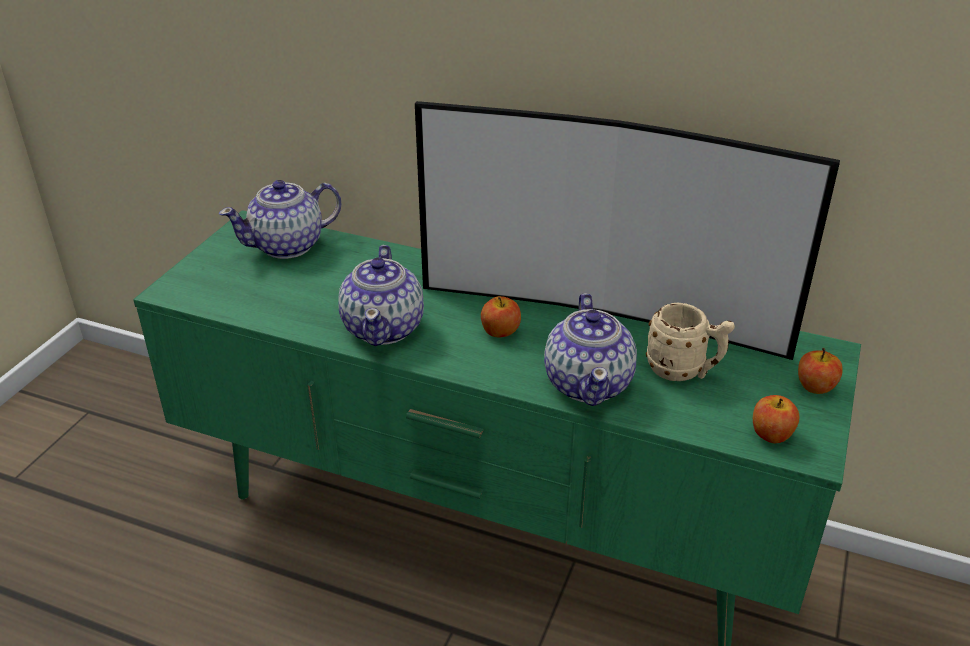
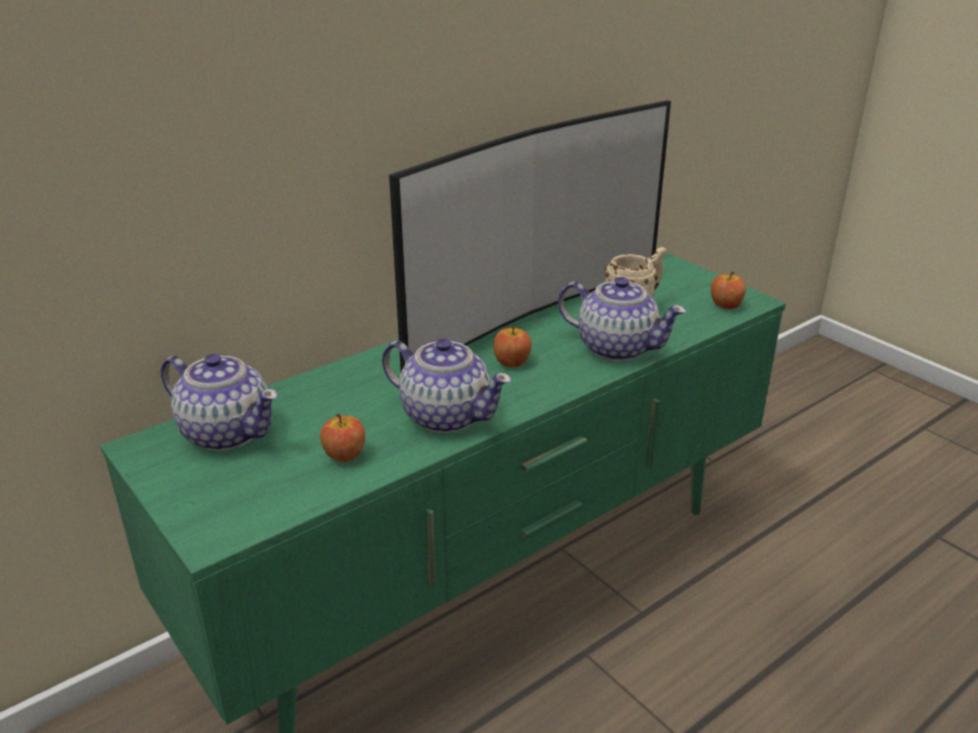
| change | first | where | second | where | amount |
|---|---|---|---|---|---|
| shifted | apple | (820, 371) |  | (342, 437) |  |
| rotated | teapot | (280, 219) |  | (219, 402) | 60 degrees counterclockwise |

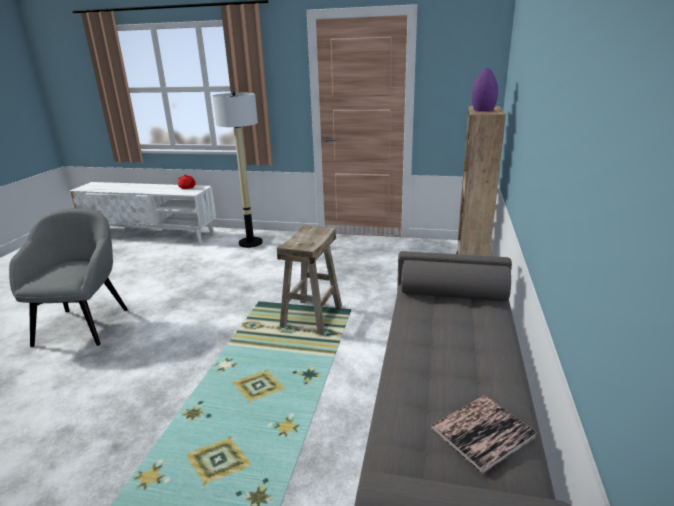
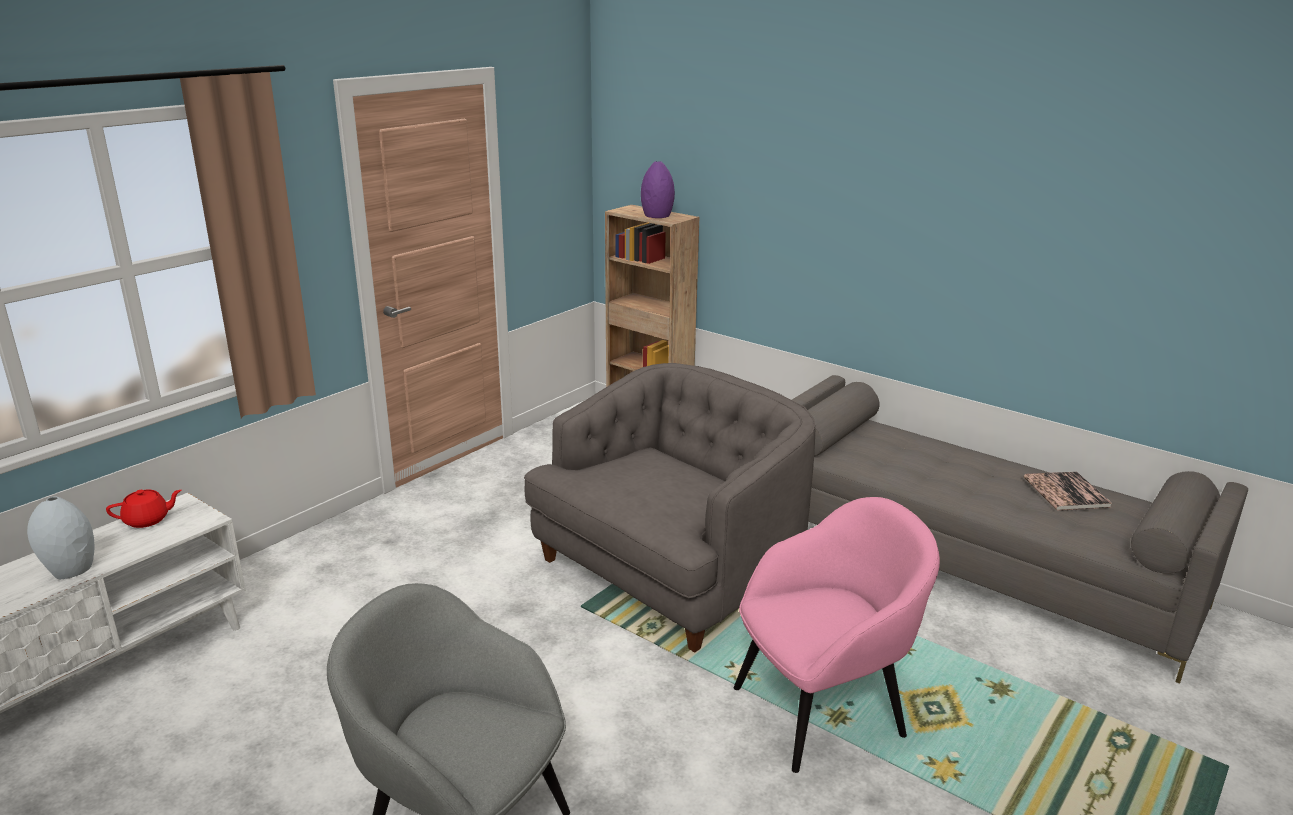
| change | first | where | second | where | amount |
|---|---|---|---|---|---|
| gone | floor_lamp | (237, 170) |  |  |  |
| new |  |  | grey_vase | (61, 537) |  |
| new |  |  | pink_armchair | (837, 635) |  |
| swapped | beige_stool | (309, 280) | grey_armchair | (669, 507) |  |

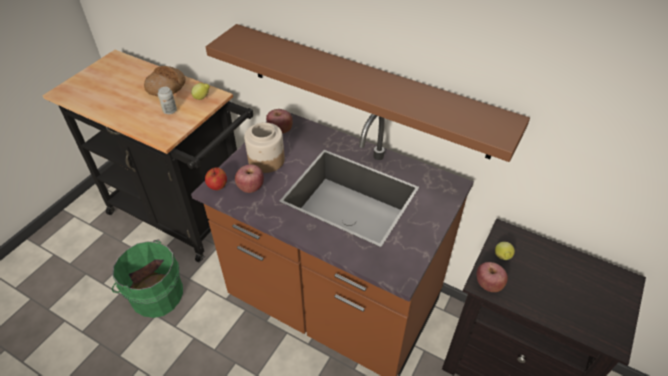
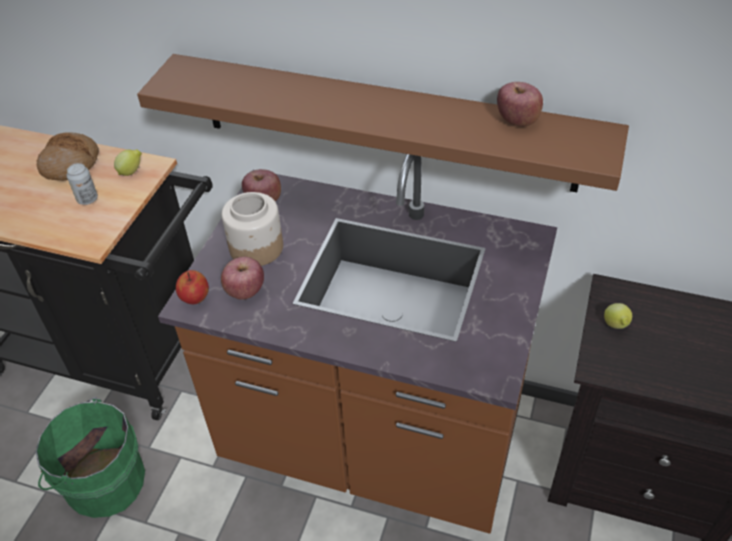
| change | first | where | second | where | amount |
|---|---|---|---|---|---|
| shifted | apple | (492, 277) |  | (520, 104) |  |

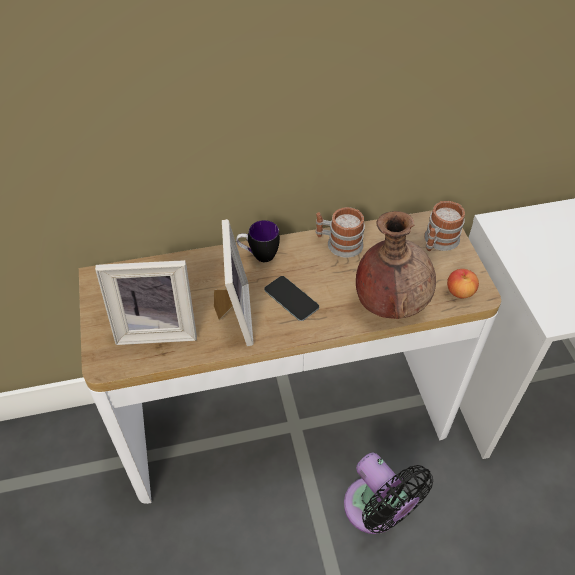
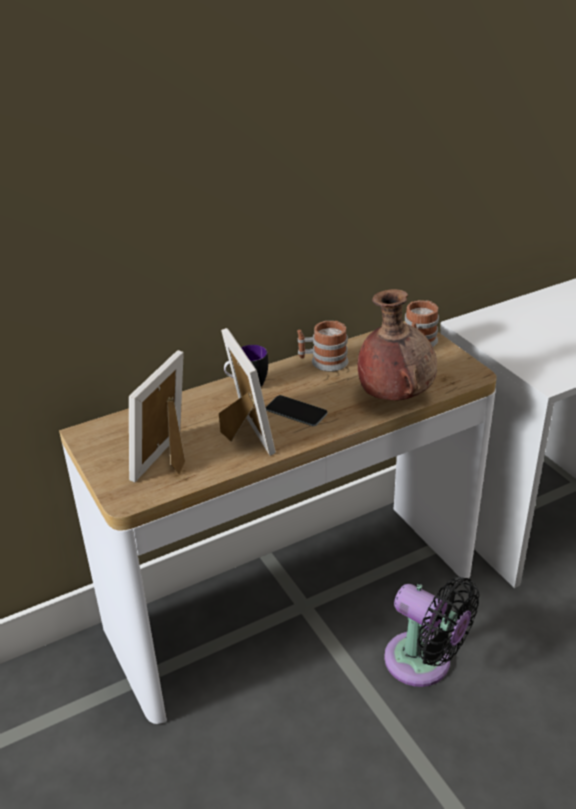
| change | first | where | second | where | amount |
|---|---|---|---|---|---|
| gone | apple | (463, 283) |  |  |  |
| rotated | picture_frame | (146, 302) |  | (157, 416) | 135 degrees clockwise |

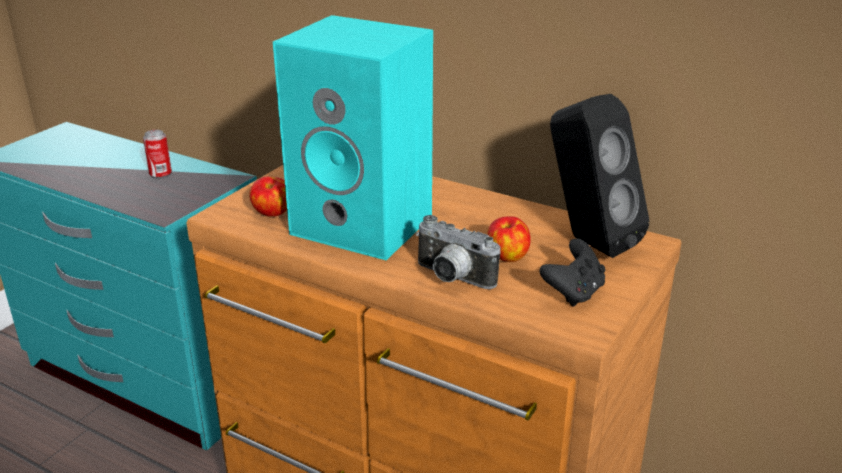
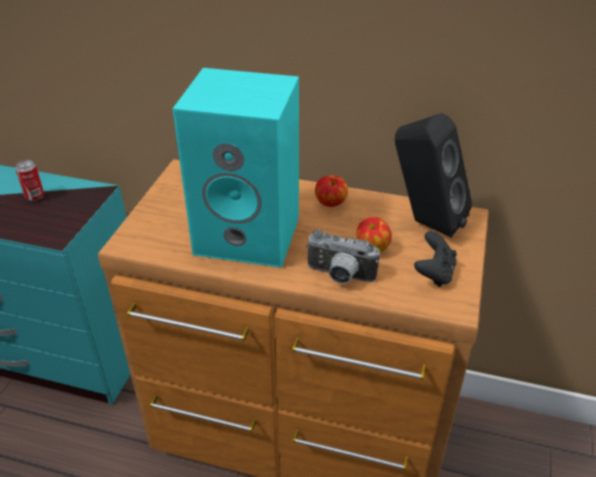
| change | first | where | second | where | amount |
|---|---|---|---|---|---|
| shifted | apple | (268, 197) |  | (331, 191) |  |

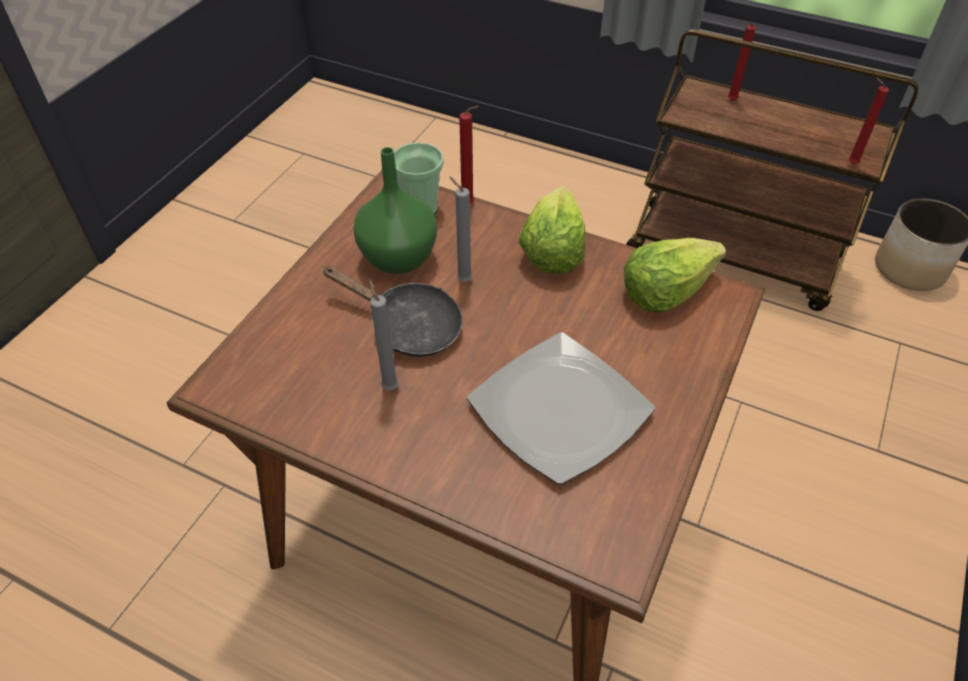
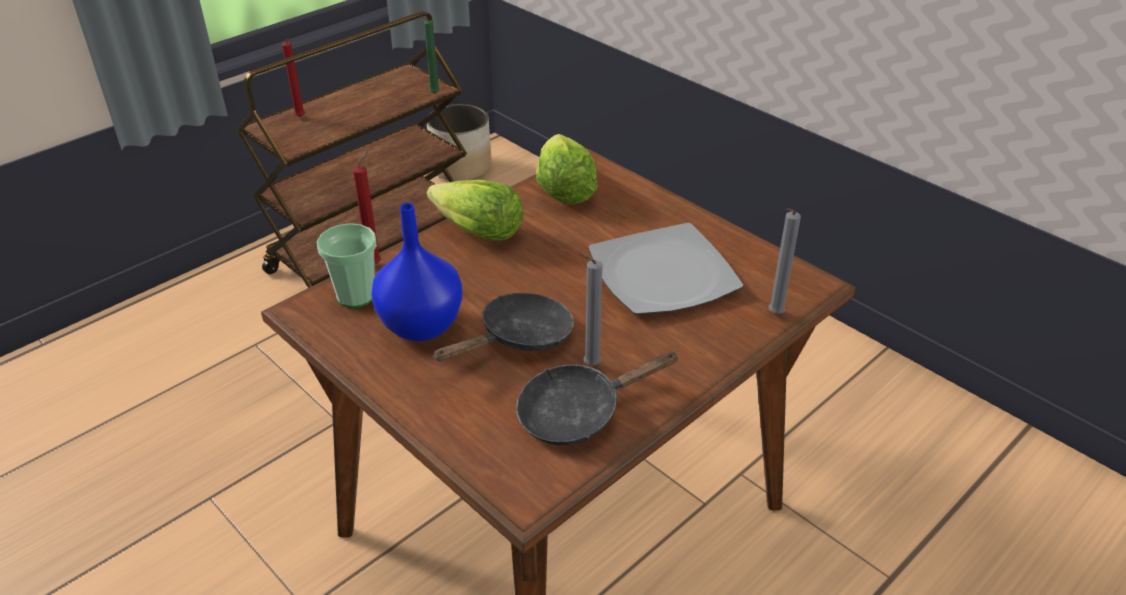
| change | first | where | second | where | amount |
|---|---|---|---|---|---|
| new |  |  | black_frying_pan | (597, 398) |  |
| shifted | grey_candle | (461, 229) |  | (785, 261) |  |
| repainted | green_vase | (395, 210) | blue_vase | (417, 272) |  |
| repainted | red_candle | (868, 121) | green_candle | (430, 55) |  |

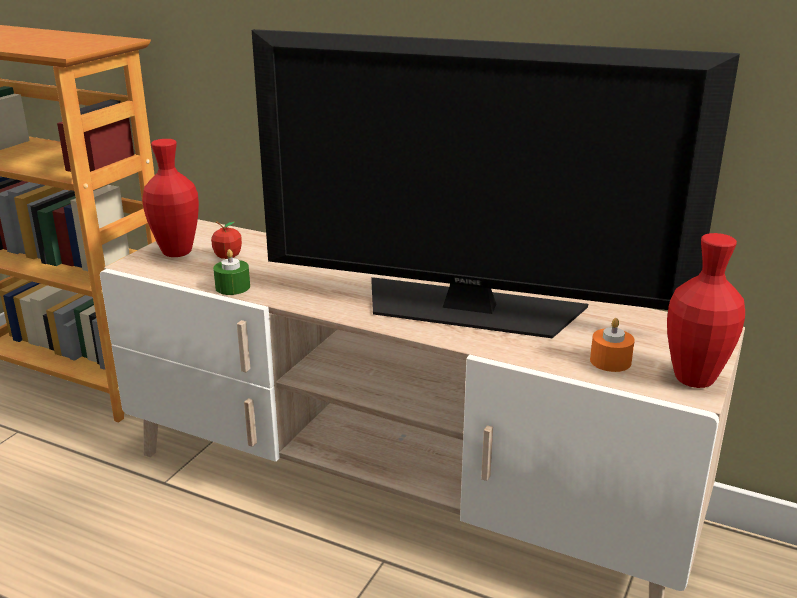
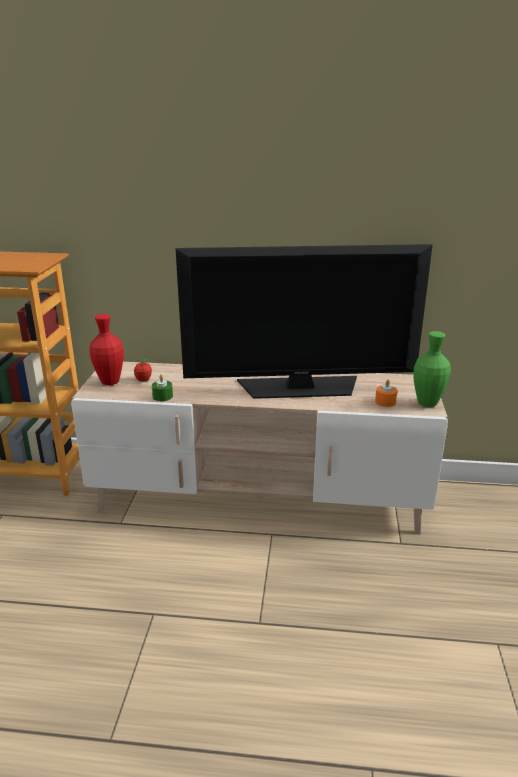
| change | first | where | second | where | amount |
|---|---|---|---|---|---|
| repainted | red_vase | (706, 310) | green_vase | (432, 369) |  |

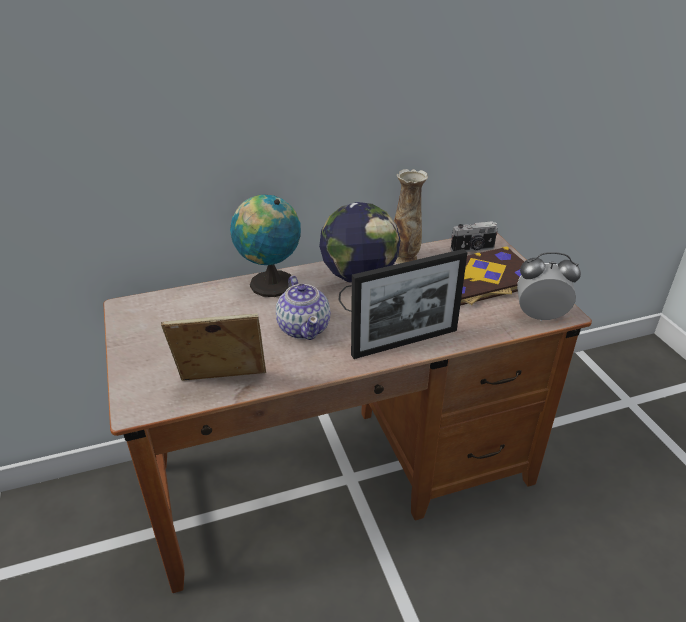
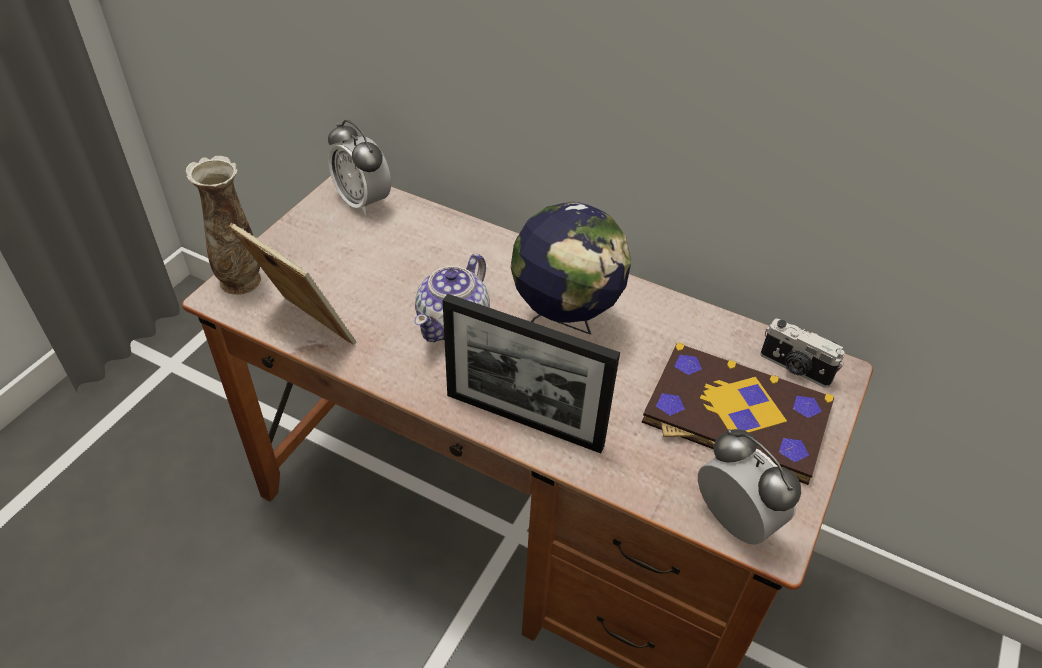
| change | first | where | second | where | amount |
|---|---|---|---|---|---|
| gone | globe | (265, 246) |  |  |  |
| new |  |  | alarm_clock | (359, 168) |  |
| shifted | vase | (411, 216) |  | (223, 225) |  |

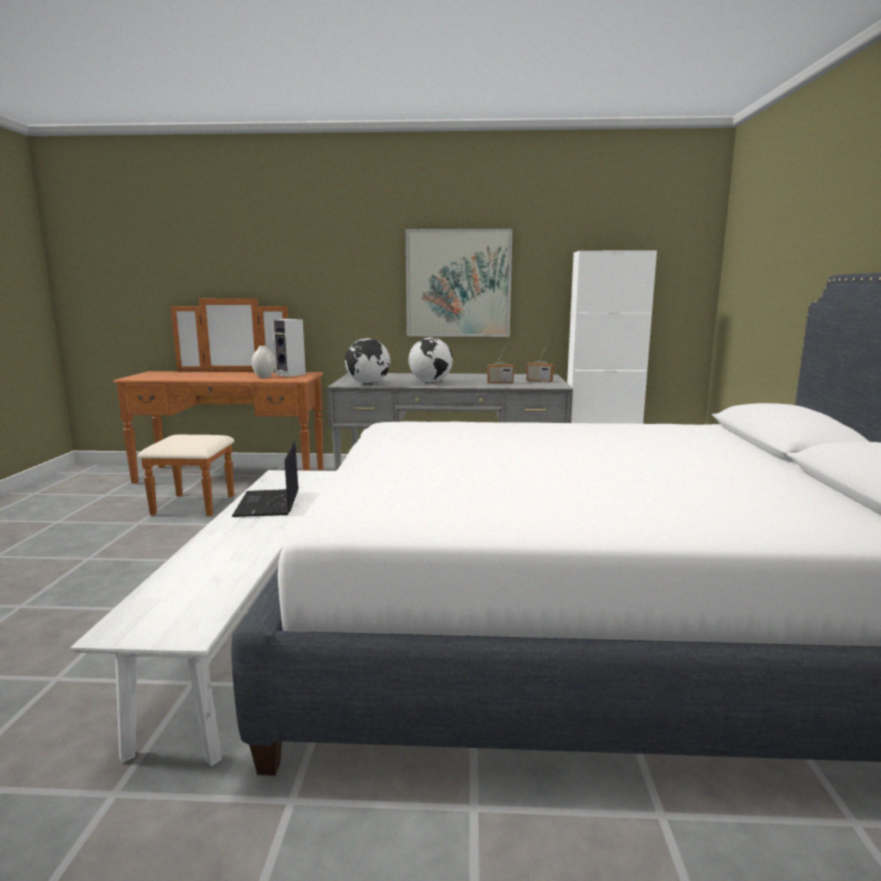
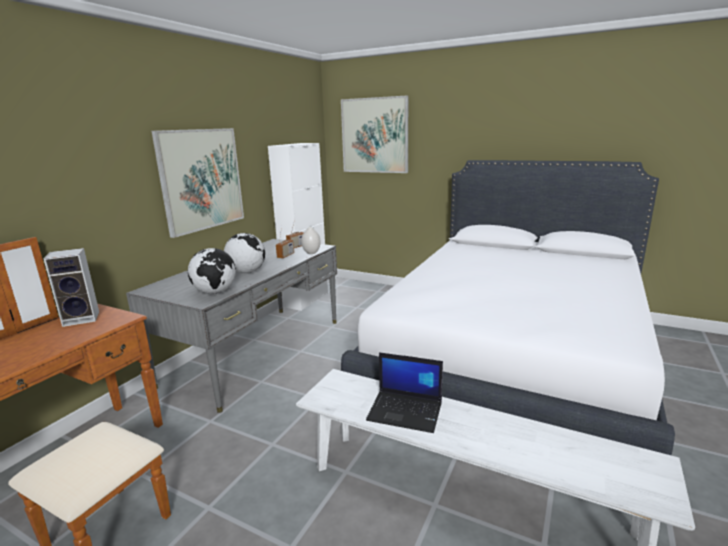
| change | first | where | second | where | amount |
|---|---|---|---|---|---|
| new |  |  | picture | (374, 134) |  |
| shifted | white_vase | (263, 362) |  | (311, 240) |  |

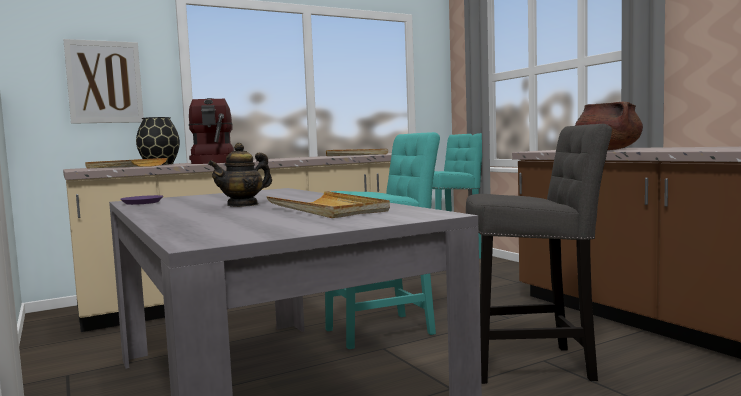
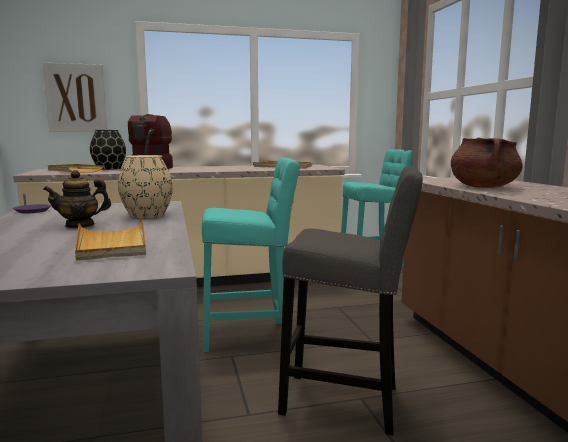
| change | first | where | second | where | amount |
|---|---|---|---|---|---|
| new |  |  | beige_vase | (145, 186) |  |

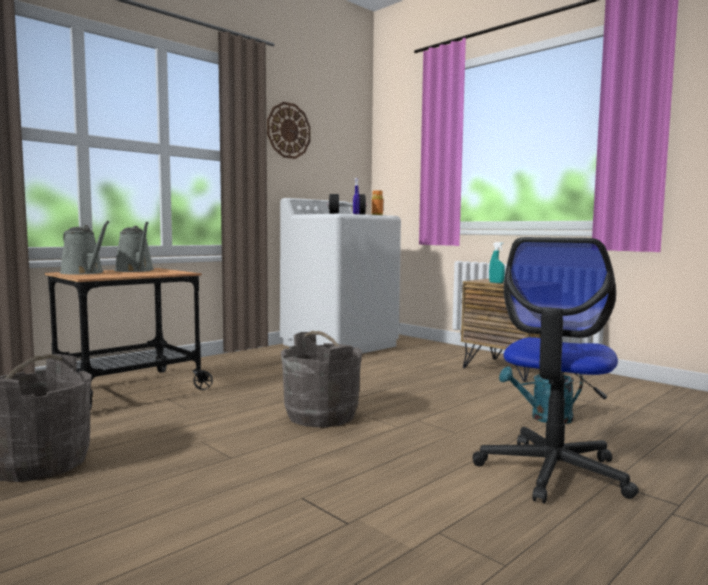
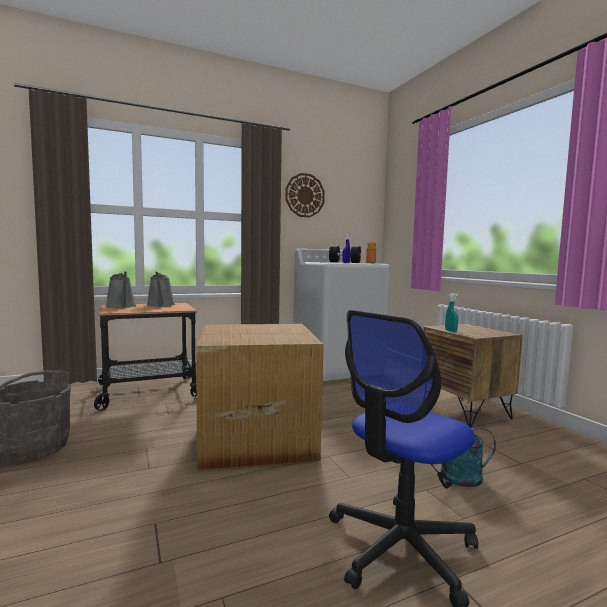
| change | first | where | second | where | amount |
|---|---|---|---|---|---|
| swapped | grey_bucket | (321, 379) | cardboard_box | (260, 397) |  |

